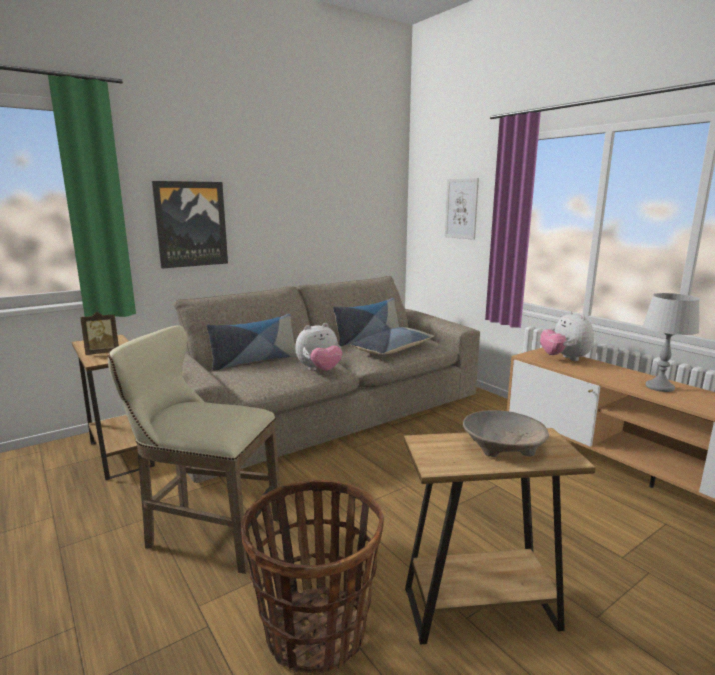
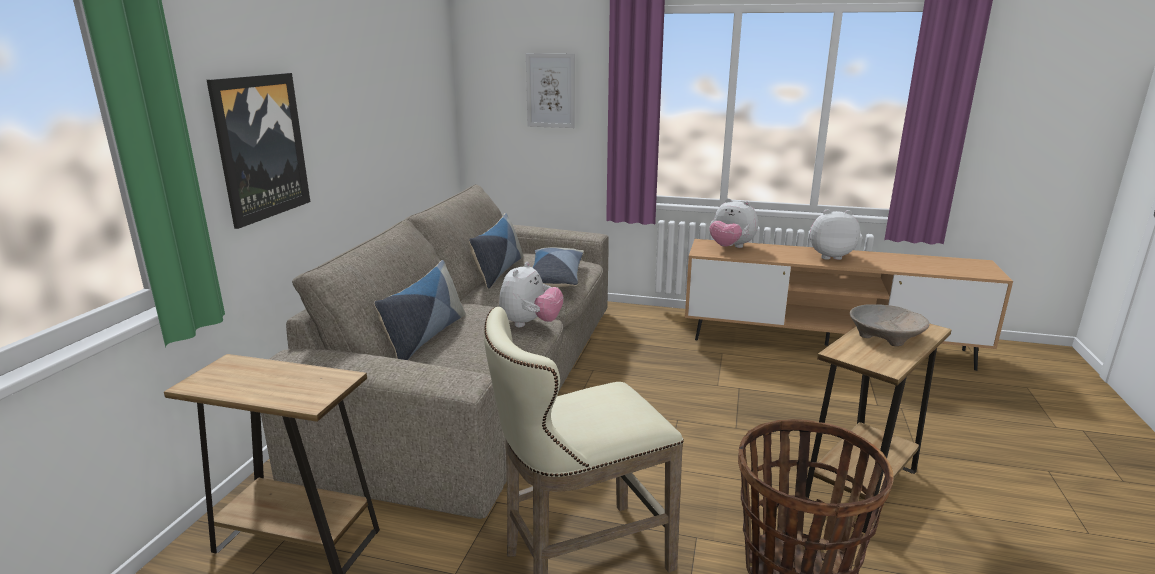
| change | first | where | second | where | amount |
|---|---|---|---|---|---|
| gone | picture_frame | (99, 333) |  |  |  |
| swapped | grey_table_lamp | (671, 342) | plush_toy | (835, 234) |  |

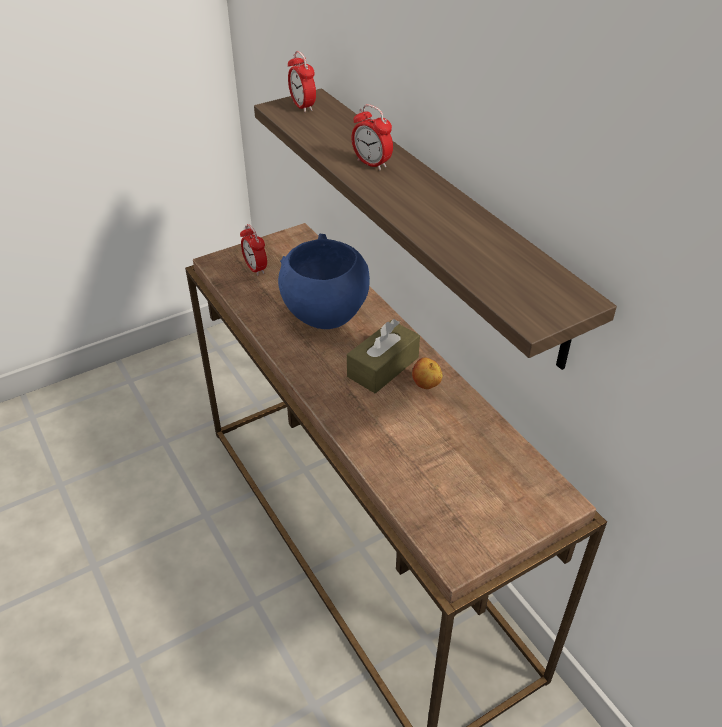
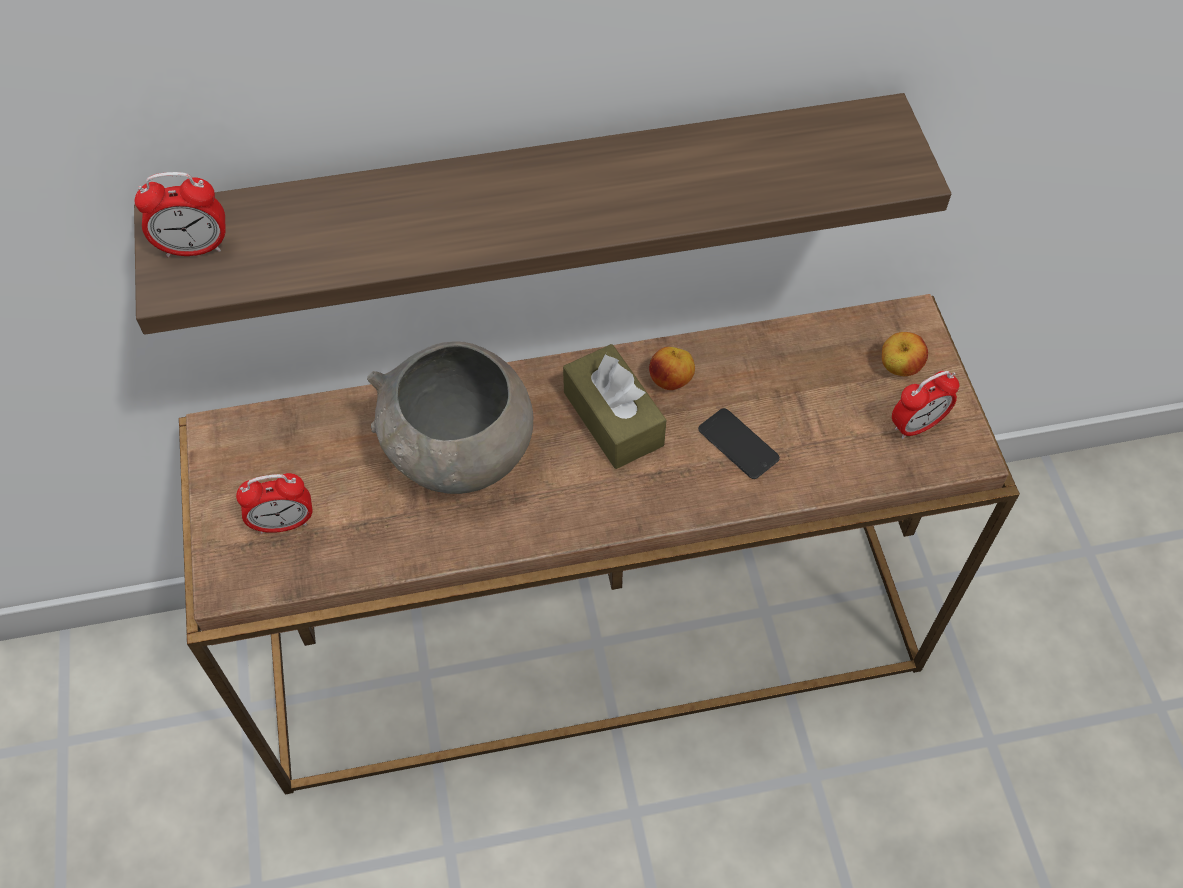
| change | first | where | second | where | amount |
|---|---|---|---|---|---|
| new |  |  | phone | (739, 443) |  |
| new |  |  | apple | (905, 354) |  |
| shifted | alarm_clock | (372, 137) |  | (925, 405) |  |
| repainted | blue_bowl | (324, 281) | grey_bowl | (450, 417) |  |

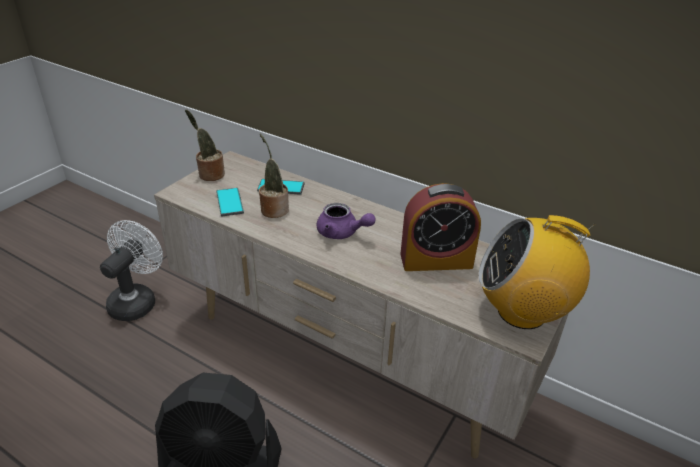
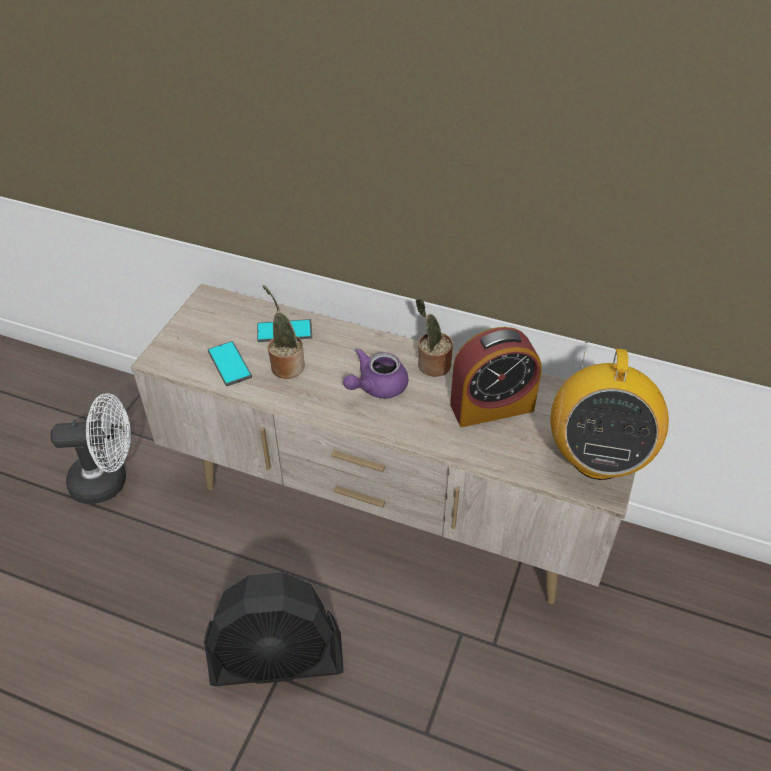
| change | first | where | second | where | amount |
|---|---|---|---|---|---|
| shifted | potted_plant | (205, 145) |  | (434, 337) |  |
| rotated | white_fan | (131, 270) |  | (90, 448) | 75 degrees clockwise |
| rotated | purple_teapot | (346, 221) |  | (375, 373) | 120 degrees clockwise |
| rotated | radio | (537, 272) |  | (609, 411) | 75 degrees counterclockwise |

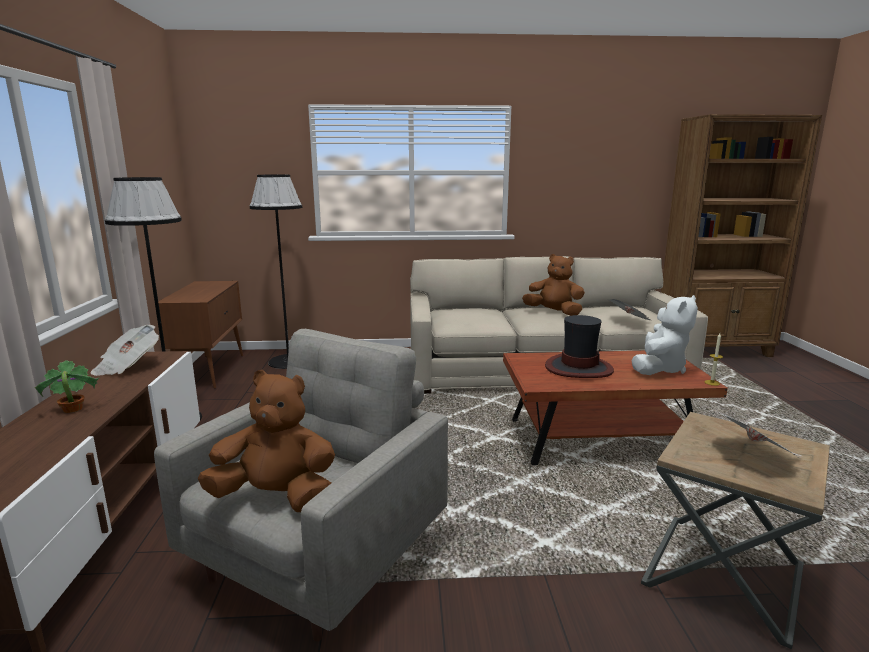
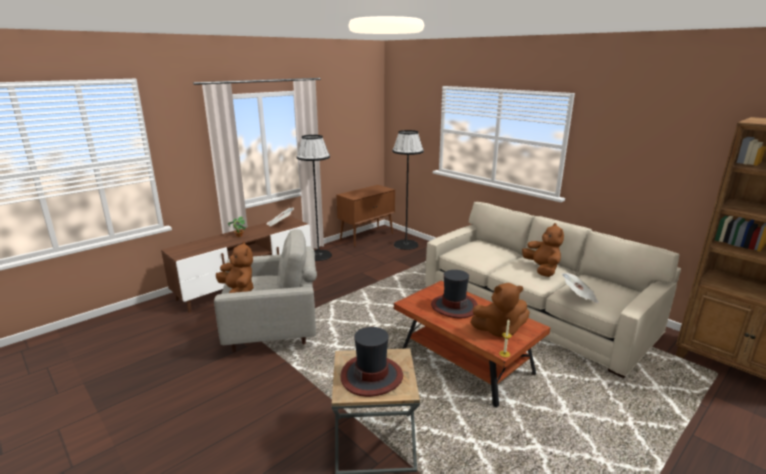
| change | first | where | second | where | amount |
|---|---|---|---|---|---|
| swapped | newspaper | (756, 433) | hat | (371, 362) |  |
| repainted | white_plush_toy | (665, 335) | brown_plush_toy | (500, 311) |  |

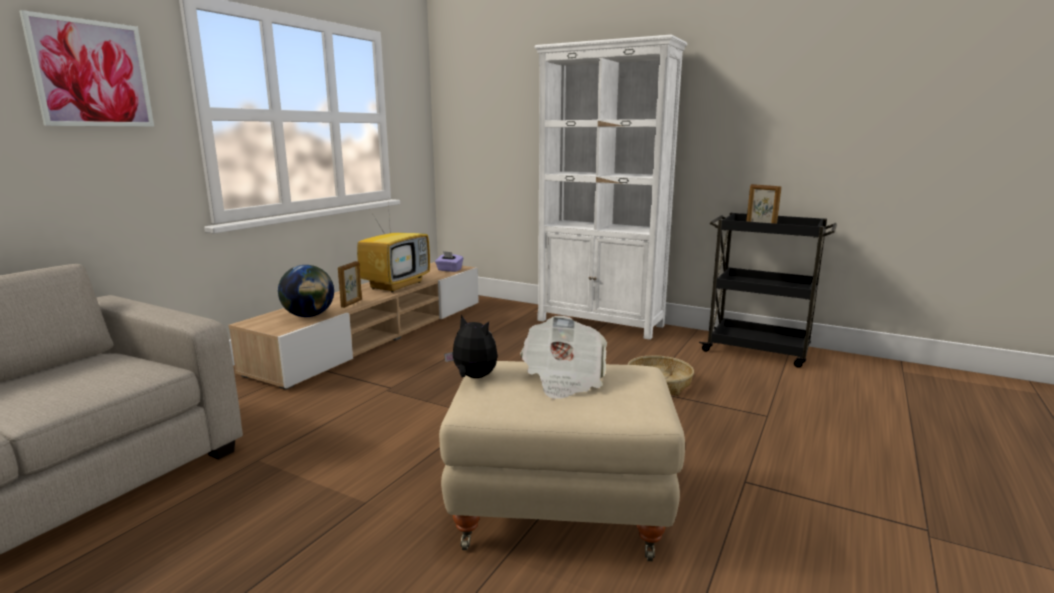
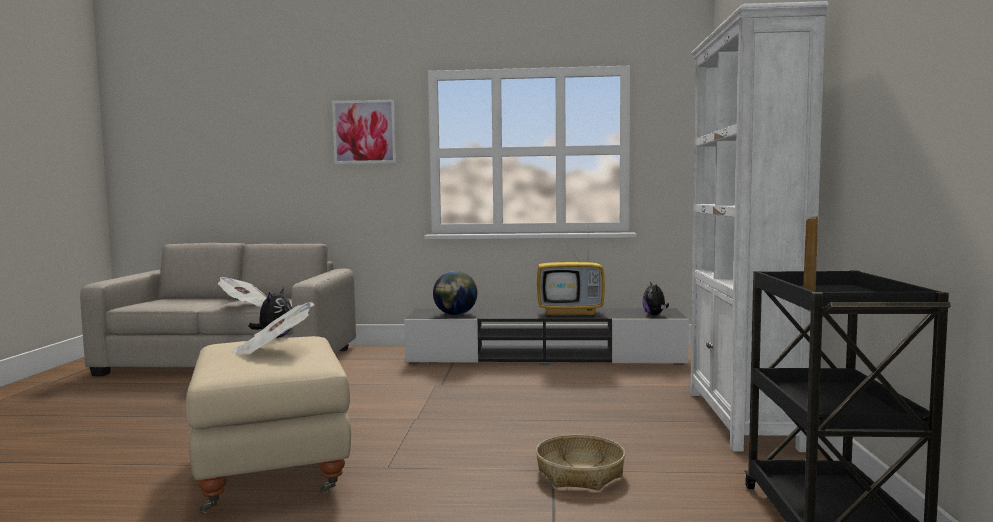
| change | first | where | second | where | amount |
|---|---|---|---|---|---|
| gone | picture_frame | (350, 284) |  |  |  |
| new |  |  | newspaper | (242, 292) |  |
| swapped | purple_tissue_box | (449, 261) | plush_toy | (655, 298) |  |
| repainted | beige_tv_stand | (354, 326) | black_tv_stand | (546, 336) |  |

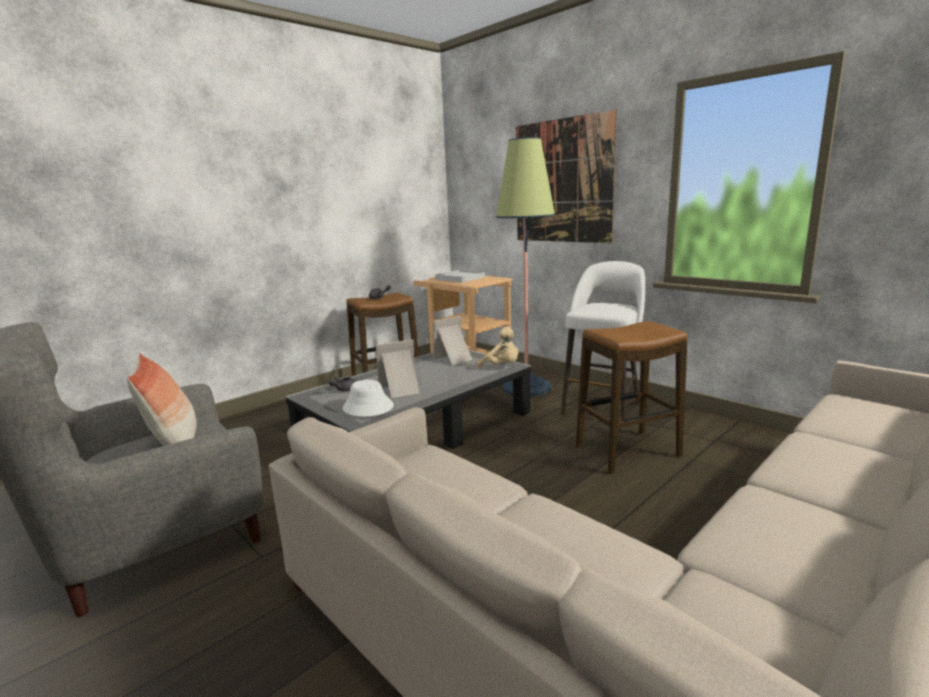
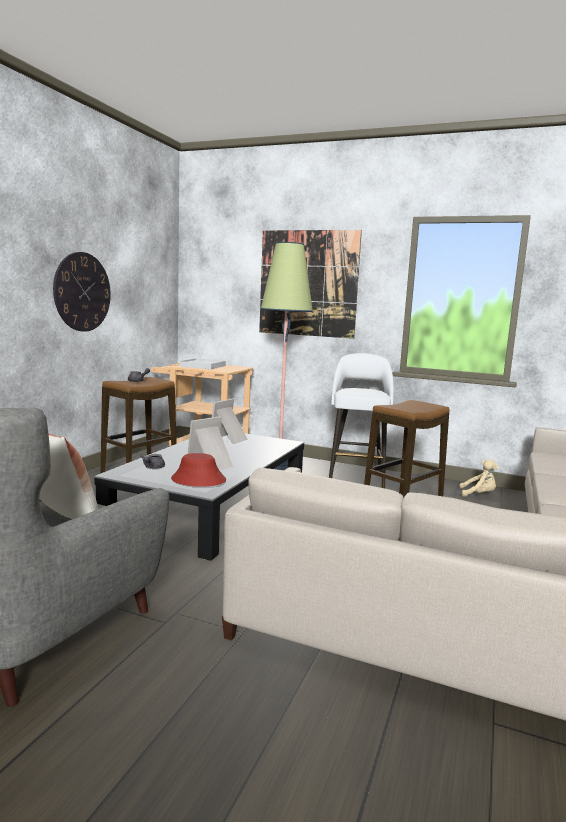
| change | first | where | second | where | amount |
|---|---|---|---|---|---|
| new |  |  | wall_clock | (82, 292) |  |
| shifted | beige_plush_toy | (498, 347) |  | (479, 478) |  |
| repainted | white_hat | (368, 398) | red_hat | (198, 470) |  |

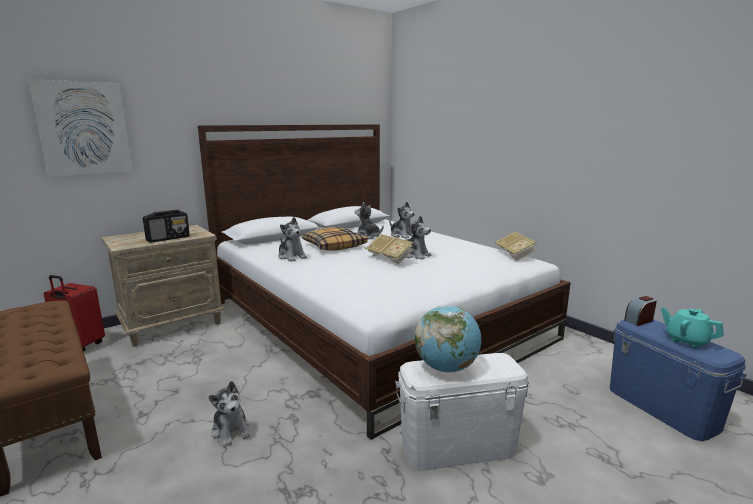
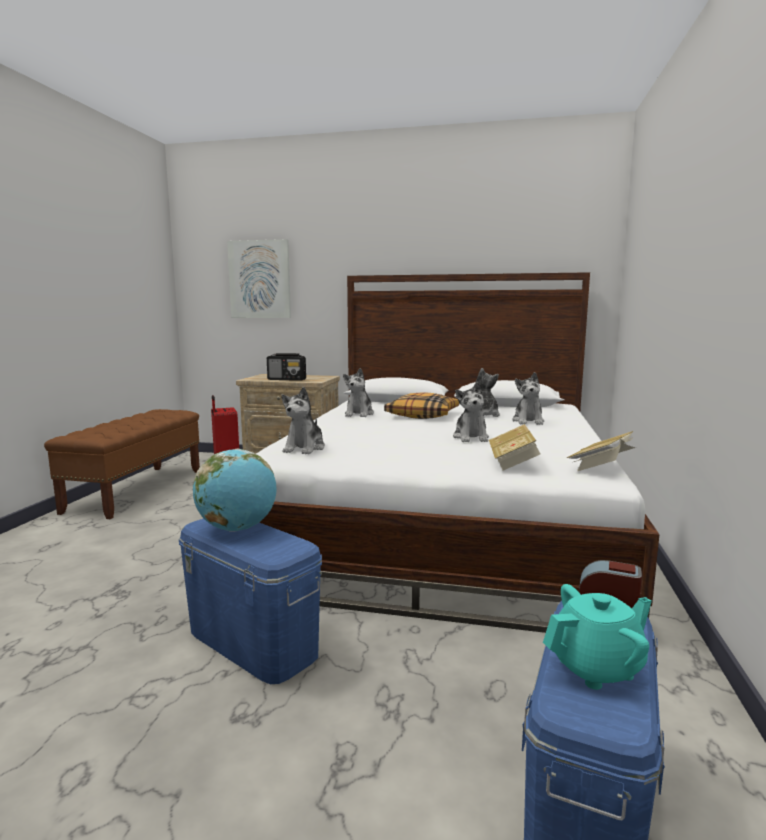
| change | first | where | second | where | amount |
|---|---|---|---|---|---|
| shifted | plush_toy | (229, 414) |  | (303, 420) |  |
| shifted | book | (389, 249) |  | (514, 447) |  |
| repainted | white_storage_box | (462, 411) | blue_storage_box | (250, 601) |  |
| rotated | turquoise_teapot | (692, 328) |  | (597, 637) | 60 degrees clockwise |

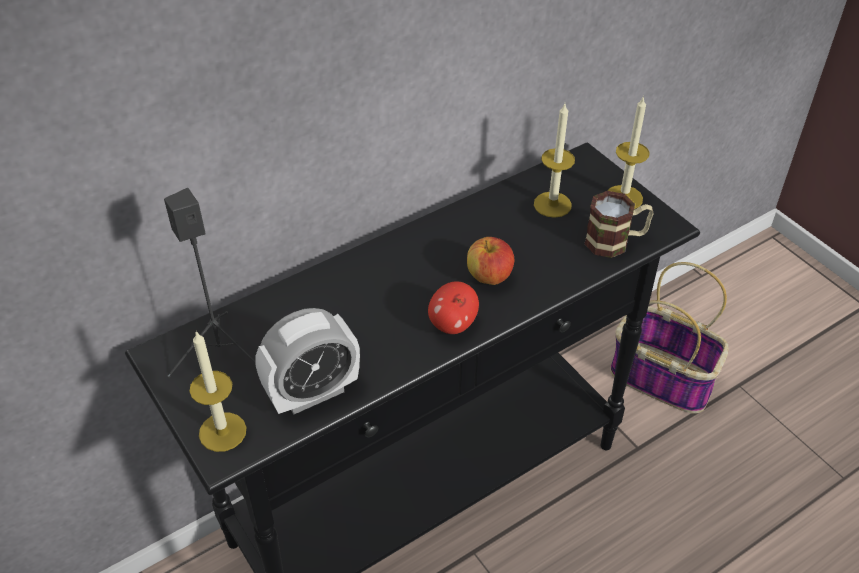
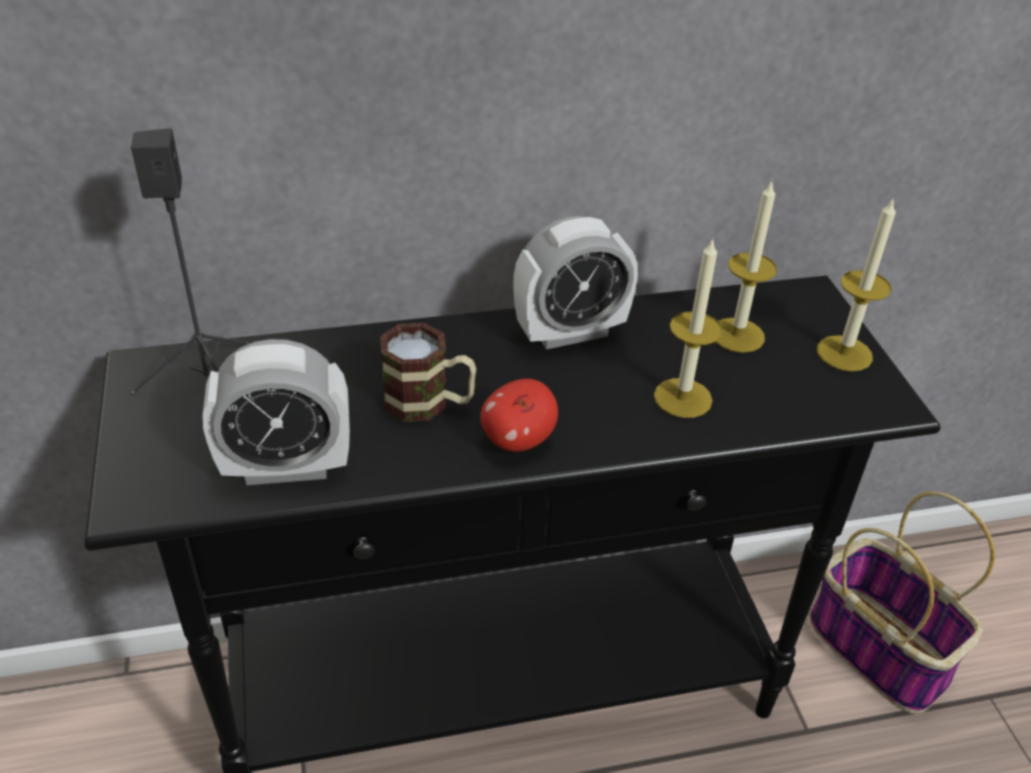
| change | first | where | second | where | amount |
|---|---|---|---|---|---|
| gone | apple | (490, 261) |  |  |  |
| new |  |  | alarm_clock | (575, 282) |  |
| shifted | candle | (218, 391) |  | (688, 328) |  |
| shifted | mug | (618, 224) |  | (428, 372) |  |

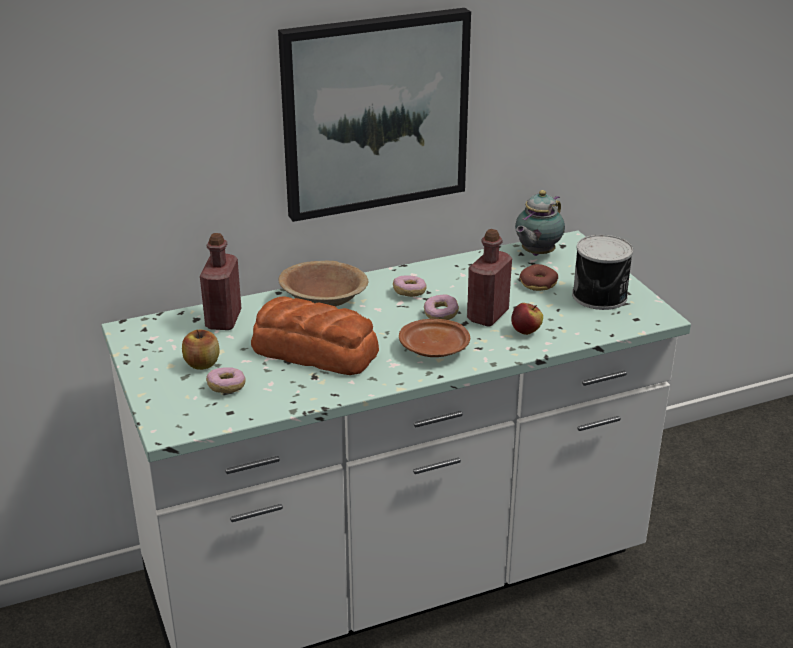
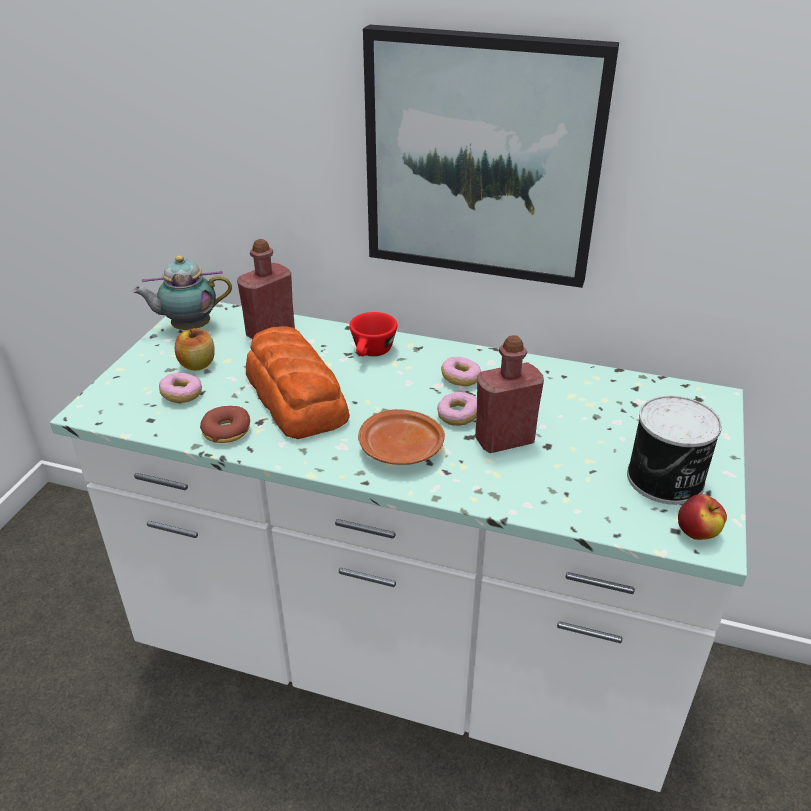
| change | first | where | second | where | amount |
|---|---|---|---|---|---|
| shifted | apple | (527, 319) |  | (702, 517) |  |
| shifted | teapot | (540, 223) |  | (182, 293) |  |
| shifted | donut | (538, 277) |  | (225, 424) |  |
| swapped | brown_bowl | (323, 283) | red_cup | (373, 334) |  |

